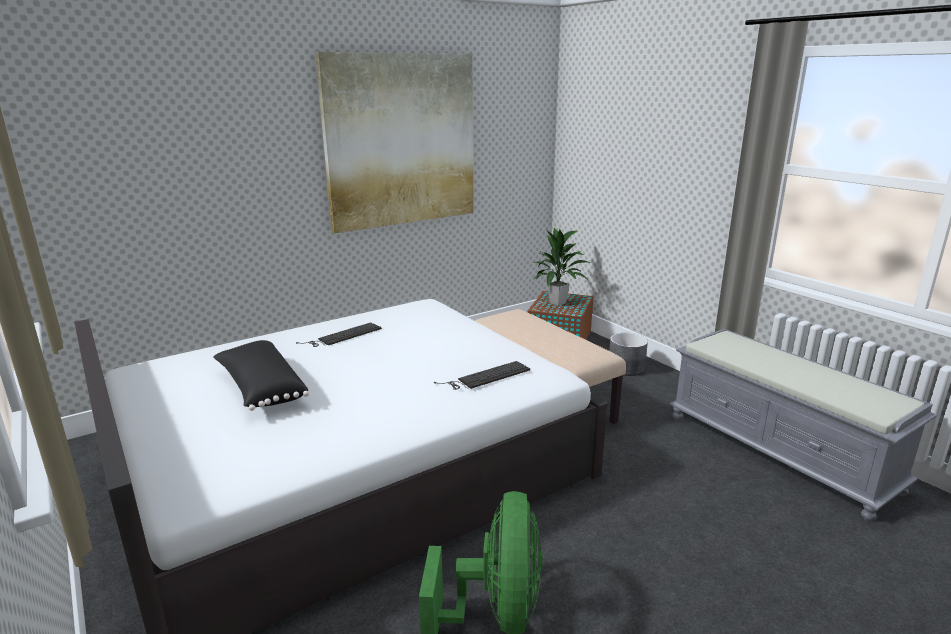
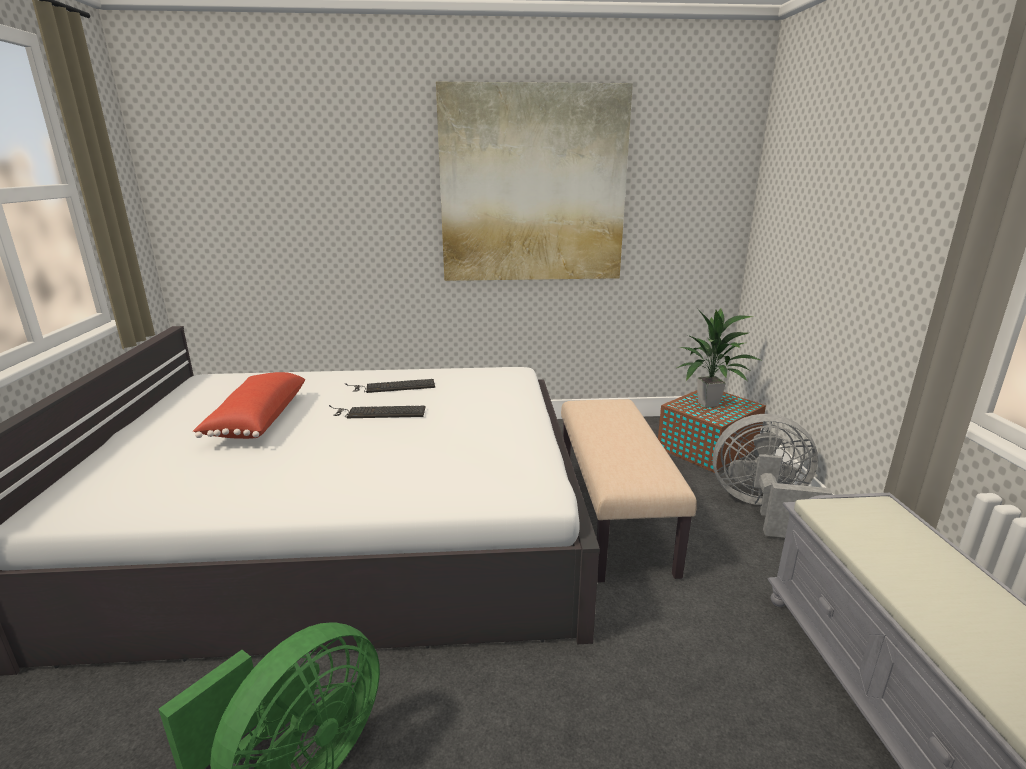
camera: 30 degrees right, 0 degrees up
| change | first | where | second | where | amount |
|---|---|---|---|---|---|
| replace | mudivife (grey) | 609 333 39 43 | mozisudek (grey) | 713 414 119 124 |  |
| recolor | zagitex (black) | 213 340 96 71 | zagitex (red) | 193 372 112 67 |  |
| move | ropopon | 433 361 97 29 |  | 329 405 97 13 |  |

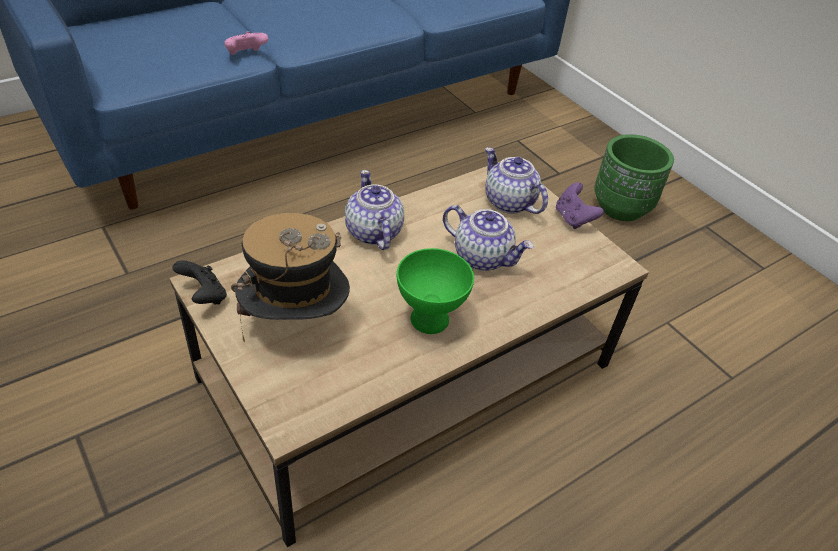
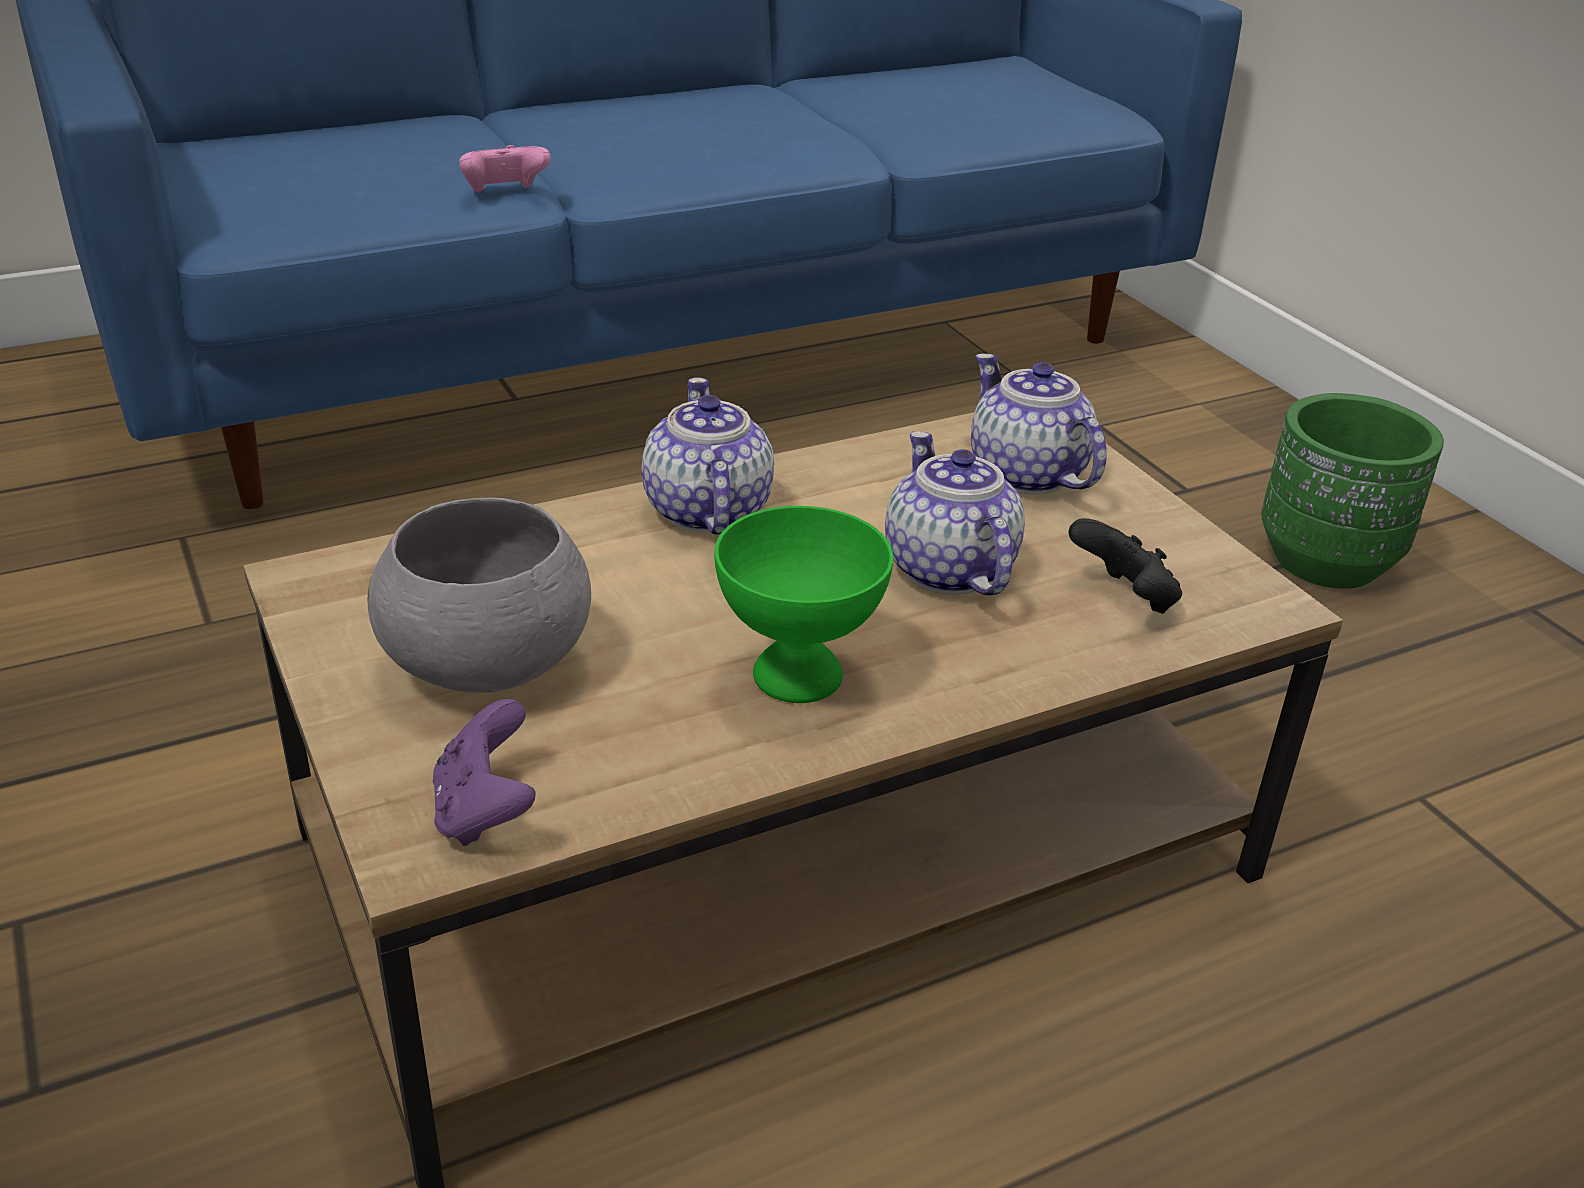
camera: 10 degrees right, 10 degrees down
| change | first | where | second | where | amount |
|---|---|---|---|---|---|
| move | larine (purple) | 556 182 48 47 |  | 433 699 103 147 |  |
| rotate | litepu | 443 205 91 66 |  | 885 431 140 165 | 150 degrees counterclockwise |
| replace | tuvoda | 231 213 119 129 | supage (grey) | 368 498 223 195 |  |
| move | larine (black) | 172 260 55 45 |  | 1069 518 113 96 |  |

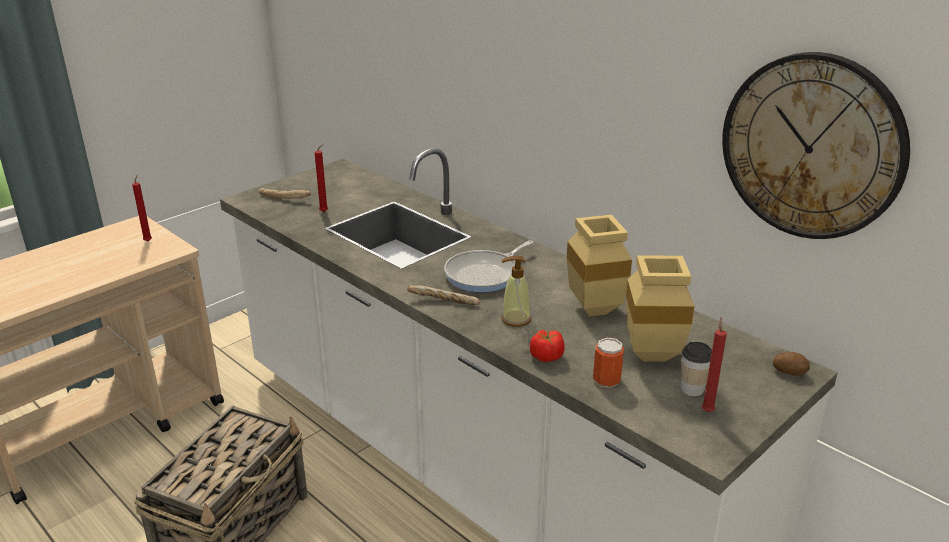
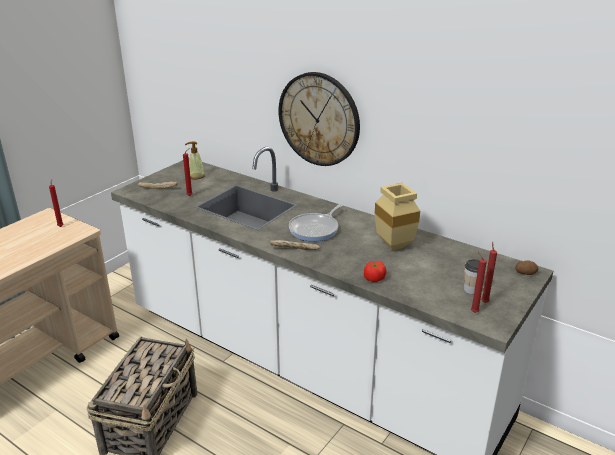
camera: 10 degrees left, 0 degrees up
| change | first | where | second | where | amount |
|---|---|---|---|---|---|
| move | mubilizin | 722 52 188 187 |  | 278 72 82 94 |  |
| delete | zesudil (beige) | 626 255 69 107 |  |  |  |
| move | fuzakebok | 501 256 30 71 |  | 185 141 19 38 |  |
| delete | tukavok | 593 337 31 51 |  |  |  |
| insert |  |  | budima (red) | 471 252 16 61 |  |

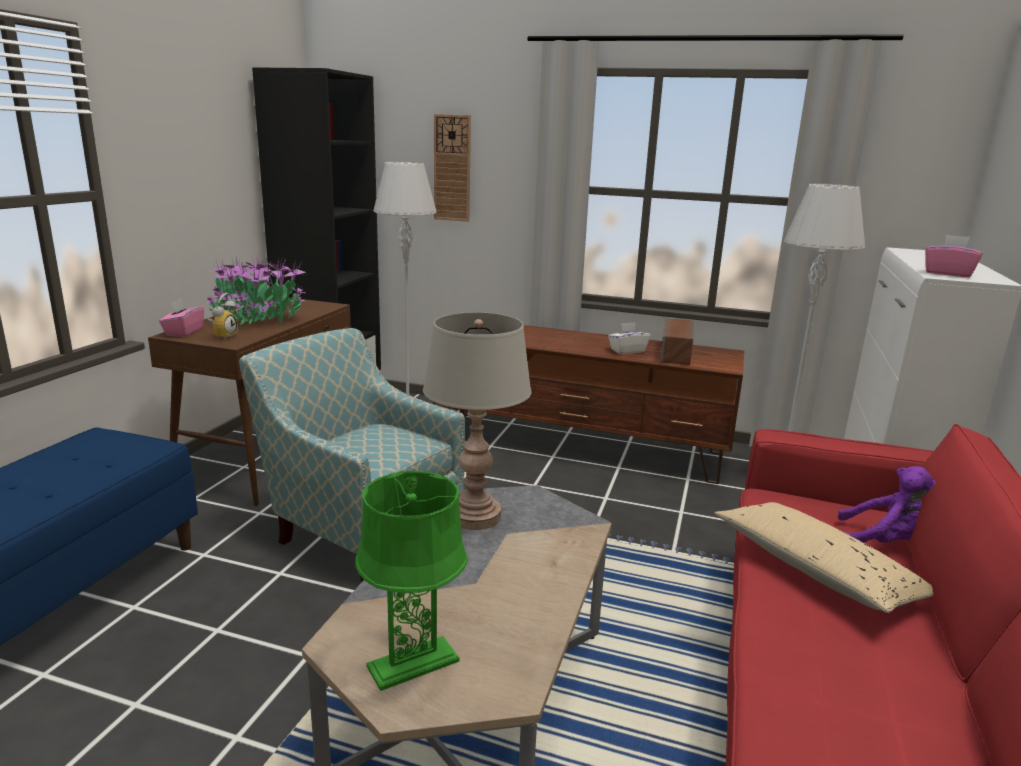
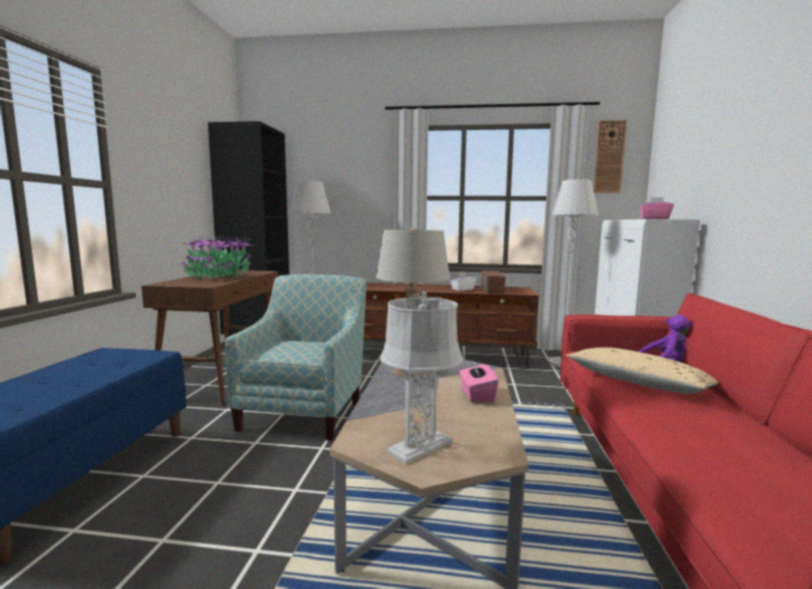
camera: 10 degrees left, 10 degrees down
| change | first | where | second | where | amount |
|---|---|---|---|---|---|
| move | mubilizin | 434 114 37 108 |  | 593 120 34 73 |  |
| delete | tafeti | 207 293 31 47 |  |  |  |
| move | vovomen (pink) | 159 299 45 38 |  | 459 359 40 44 |  |
| rotate | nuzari | 239 328 226 253 |  | 225 274 141 167 | 75 degrees clockwise |
| recolor | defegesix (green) | 355 471 113 220 | defegesix (grey) | 380 291 83 173 |  |

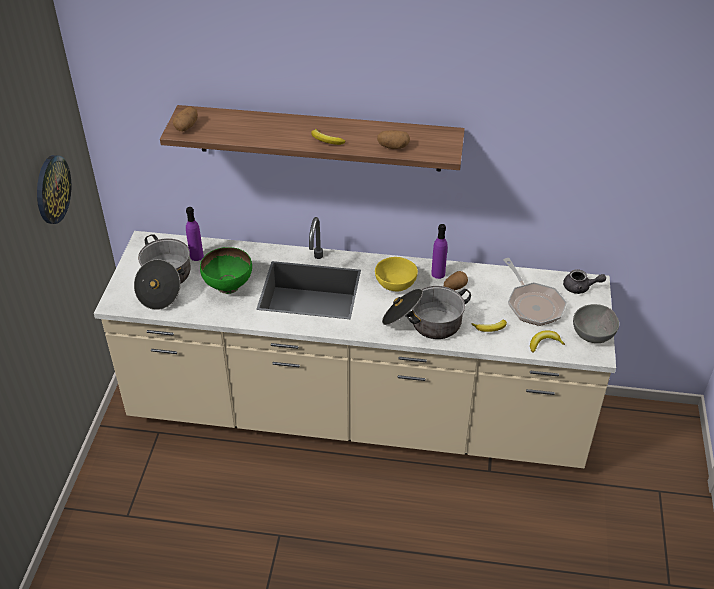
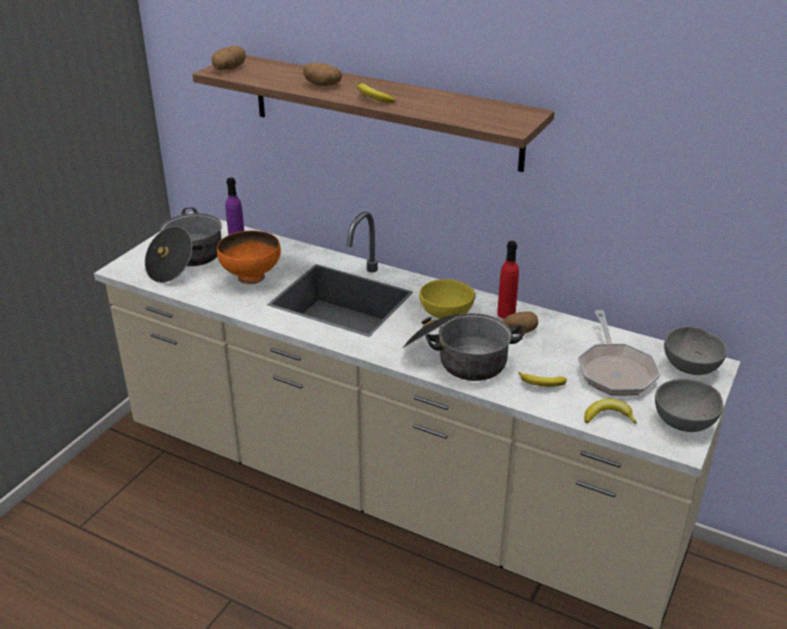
camera: 20 degrees right, 10 degrees down
| change | first | where | second | where | amount |
|---|---|---|---|---|---|
| move | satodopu | 377 130 33 19 |  | 303 63 39 23 |  |
| delete | mubilizin | 37 155 34 69 |  |  |  |
| recolor | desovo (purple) | 431 224 17 55 | desovo (red) | 497 241 22 78 |  |
| recolor | supage (green) | 200 247 52 47 | supage (orange) | 217 230 64 54 |  |
| replace | litepu (grey) | 563 269 43 25 | supage (grey) | 664 326 63 49 |  |

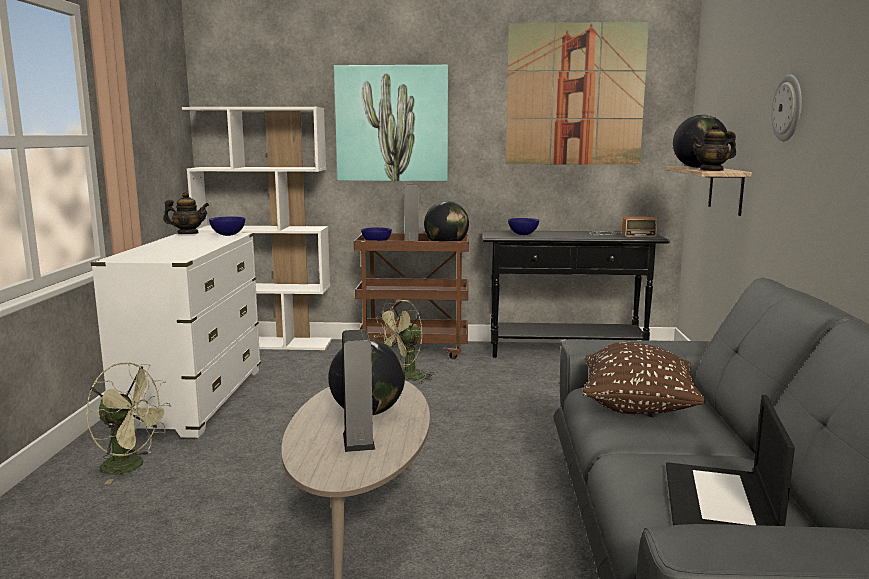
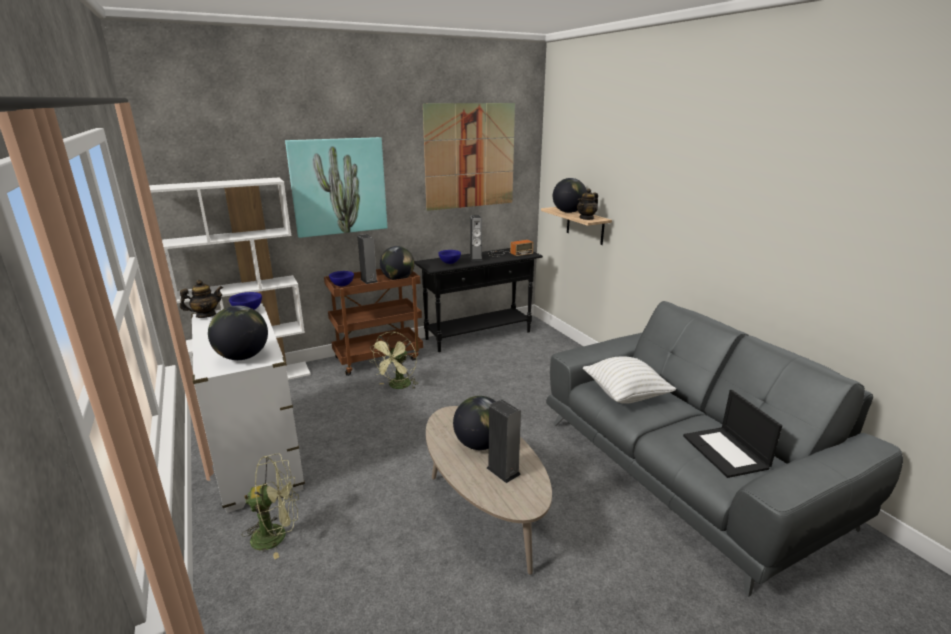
camera: 30 degrees left, 10 degrees up
| change | first | where | second | where | amount |
|---|---|---|---|---|---|
| delete | mubilizin | 771 74 31 67 |  |  |  |
| recolor | zagitex (brown) | 583 342 123 72 | zagitex (white) | 583 357 93 47 |  |
| insert |  |  | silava | 470 215 13 46 |  |
| insert |  |  | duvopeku | 208 305 60 55 |  |

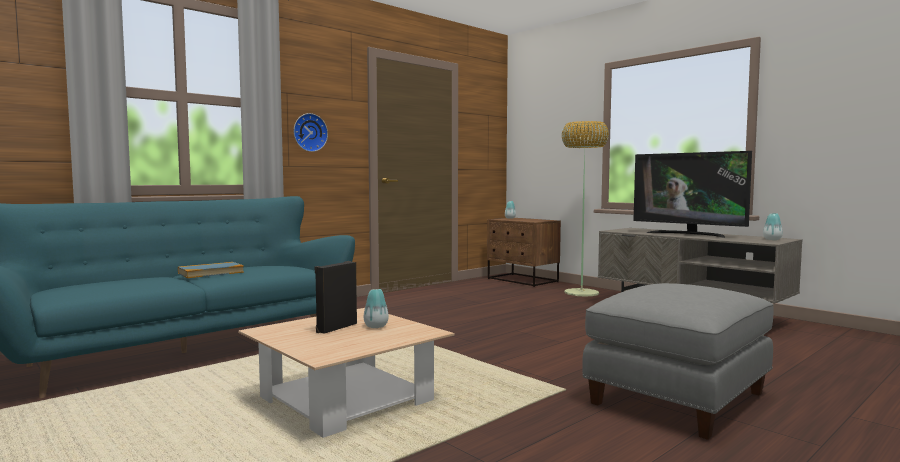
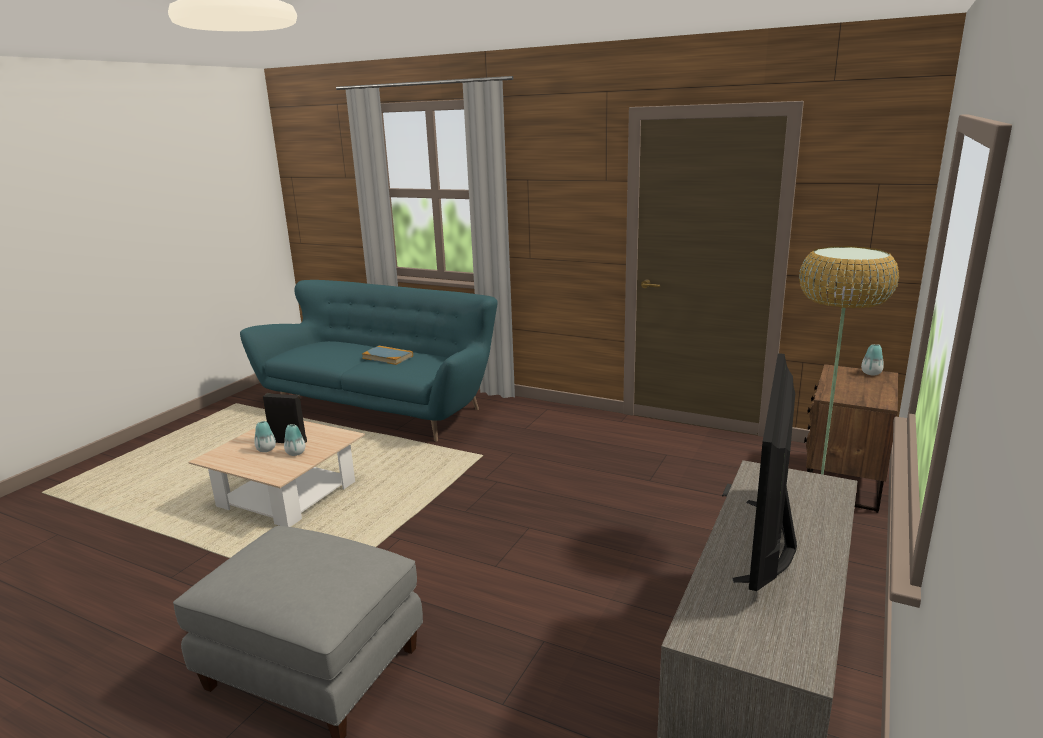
camera: 70 degrees right, 15 degrees up
| change | first | where | second | where | amount |
|---|---|---|---|---|---|
| delete | mubilizin | 293 113 35 39 |  |  |  |
| move | zesudil | 763 213 20 27 |  | 254 421 22 31 |  |

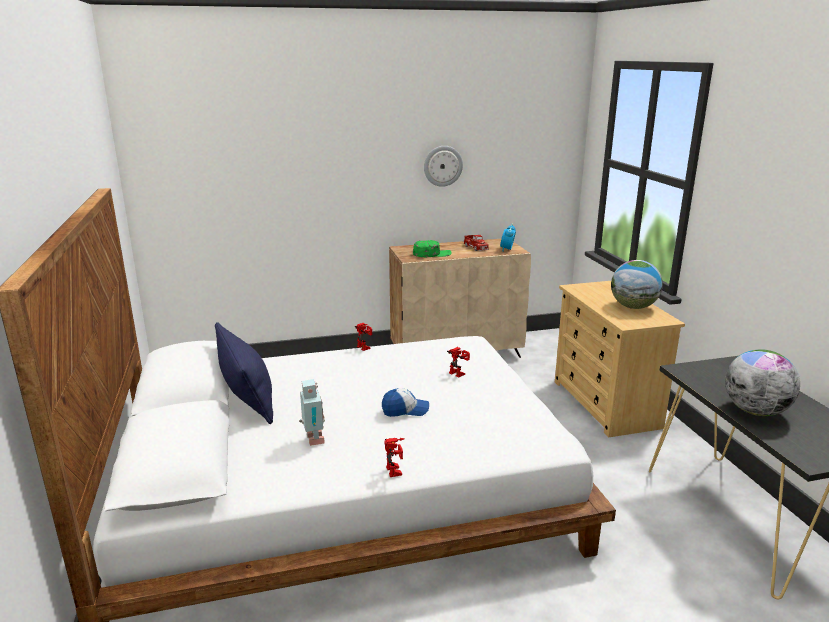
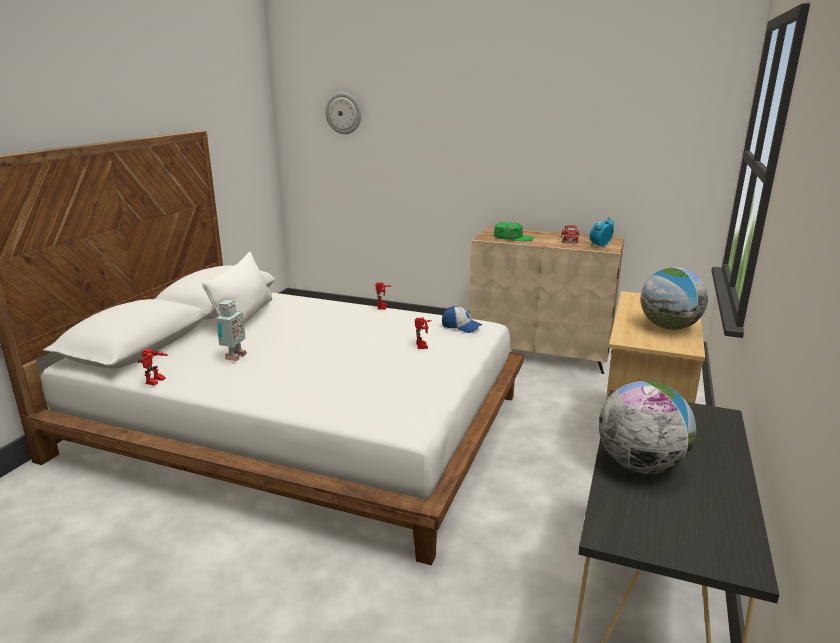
camera: 35 degrees right, 0 degrees up
| change | first | where | second | where | amount |
|---|---|---|---|---|---|
| move | mubilizin | 424 146 39 41 |  | 325 92 36 42 |  |
| recolor | zagitex (blue) | 215 322 58 102 | zagitex (white) | 202 252 70 72 |  |
| move | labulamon | 382 388 47 29 |  | 442 306 40 27 |  |
| move | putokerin | 384 438 21 39 |  | 138 349 30 37 |  |

